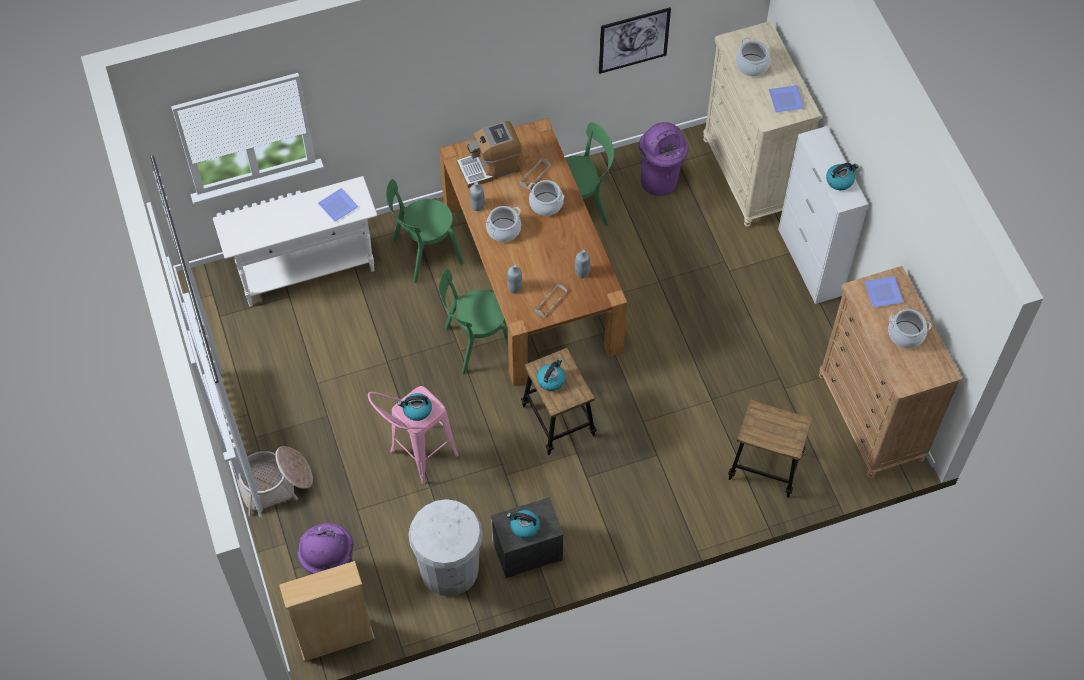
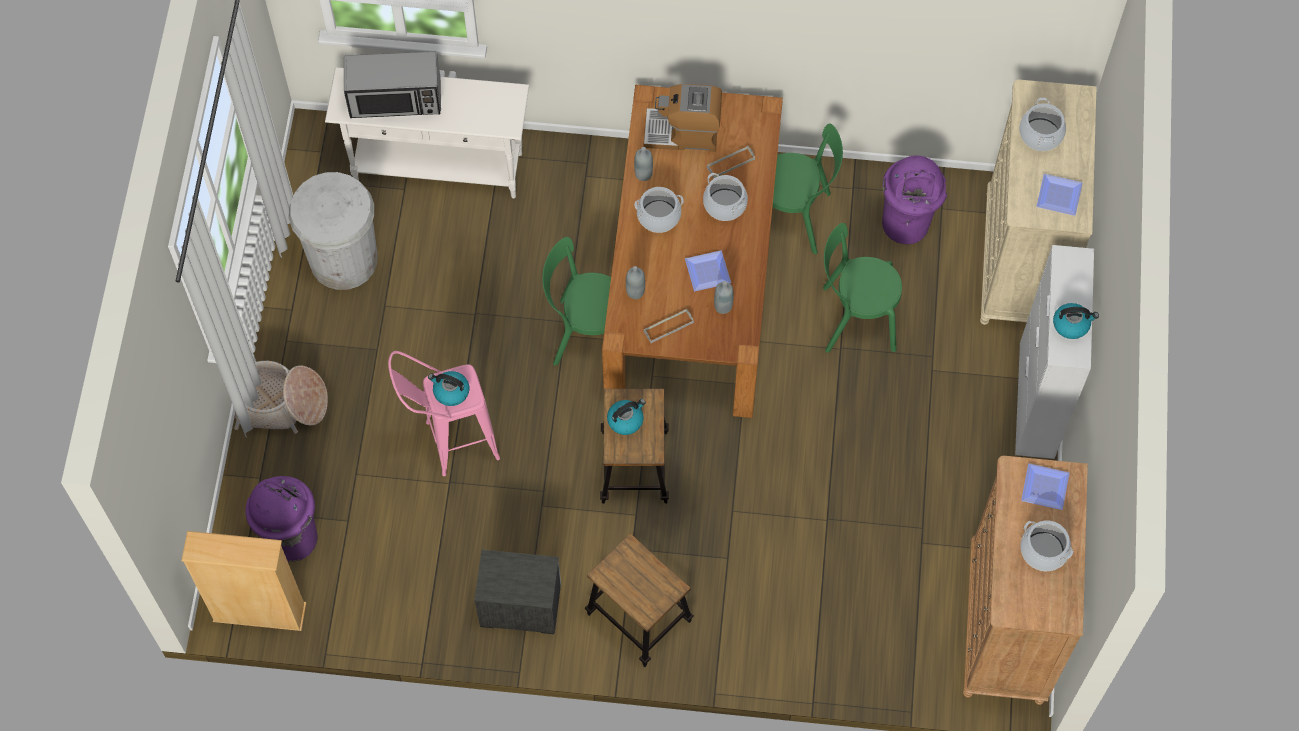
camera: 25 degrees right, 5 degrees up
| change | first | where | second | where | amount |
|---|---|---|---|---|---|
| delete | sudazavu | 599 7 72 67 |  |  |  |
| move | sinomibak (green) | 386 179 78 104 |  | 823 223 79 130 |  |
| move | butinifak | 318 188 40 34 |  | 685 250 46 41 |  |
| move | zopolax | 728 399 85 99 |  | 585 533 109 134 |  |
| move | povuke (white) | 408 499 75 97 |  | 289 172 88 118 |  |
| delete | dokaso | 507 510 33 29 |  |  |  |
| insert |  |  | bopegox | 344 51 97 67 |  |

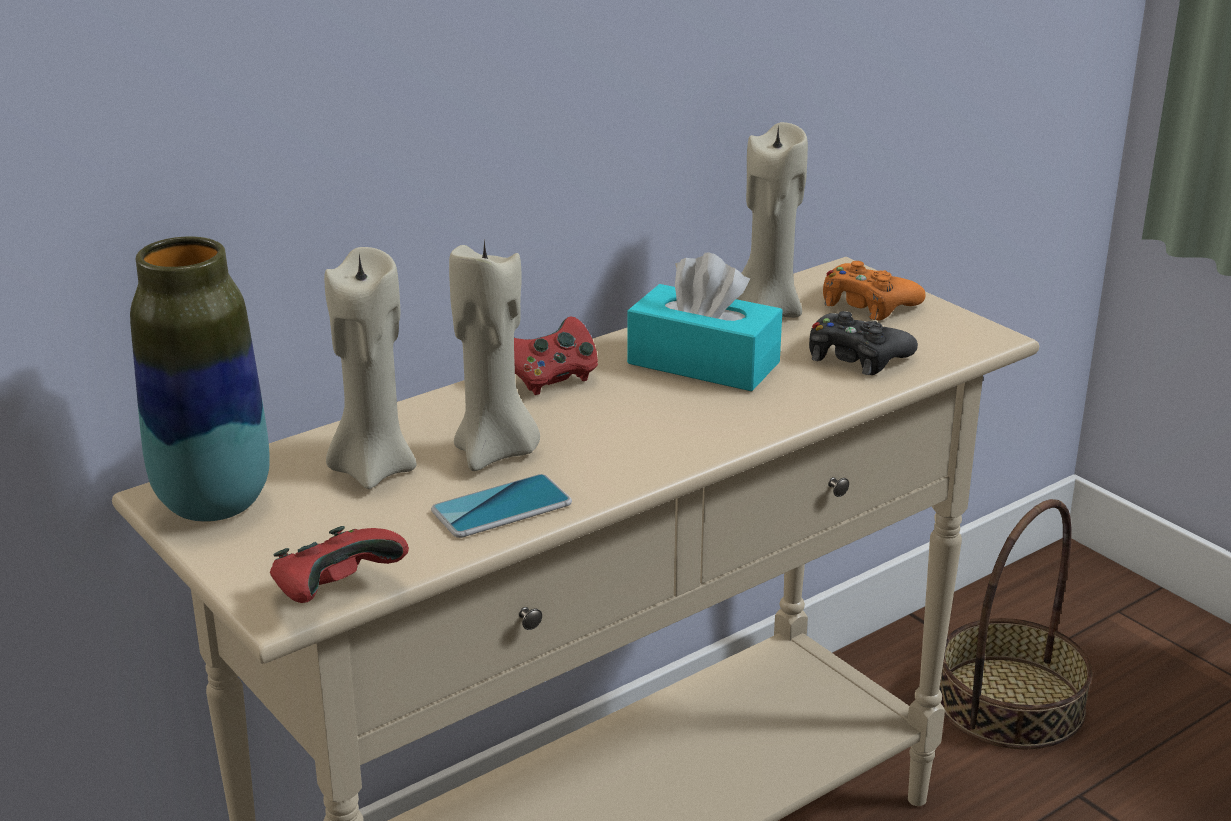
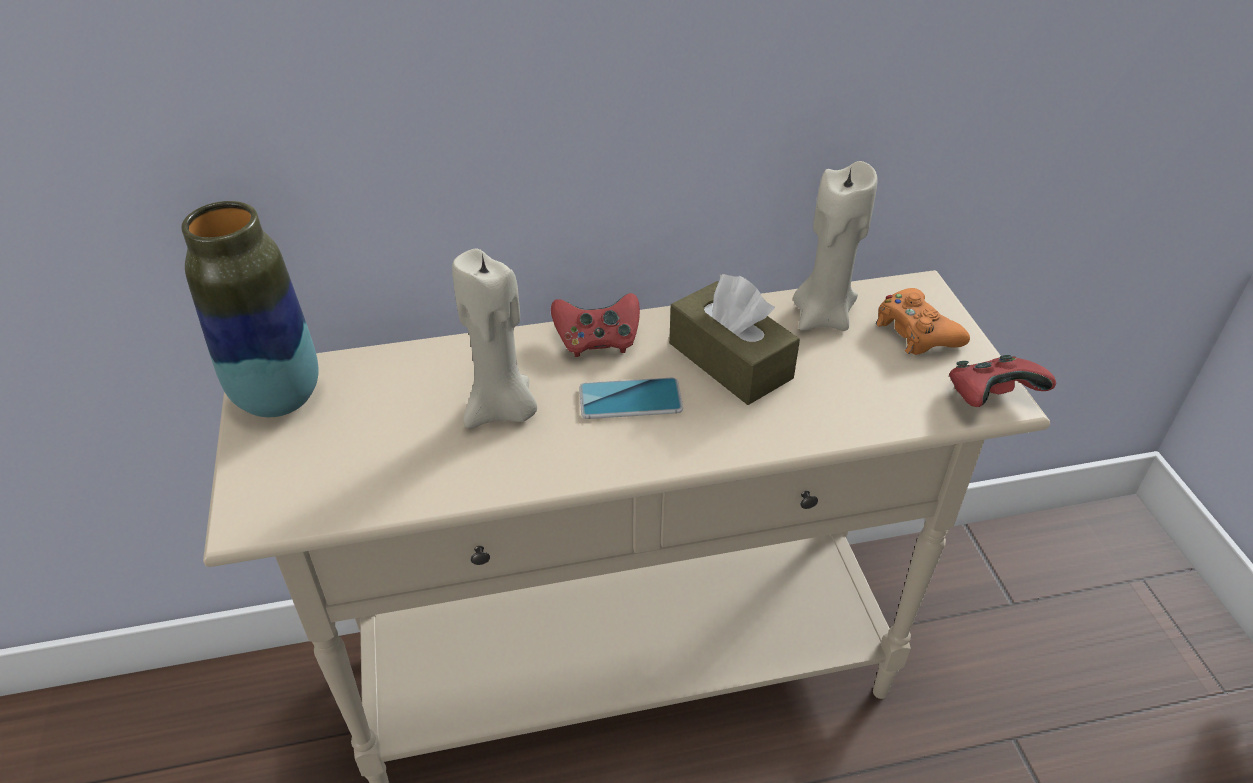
camera: 25 degrees right, 15 degrees up
| change | first | where | second | where | amount |
|---|---|---|---|---|---|
| delete | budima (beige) | 324 247 92 242 |  |  |  |
| recolor | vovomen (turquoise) | 627 253 156 138 | vovomen (brown) | 669 274 131 131 |  |
| delete | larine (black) | 809 311 109 64 |  |  |  |
| move | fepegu | 431 474 141 64 |  | 579 377 104 42 |  |
| delete | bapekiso | 939 499 154 251 |  |  |  |
| move | larine (red) | 270 526 139 77 |  | 949 355 107 52 |  |

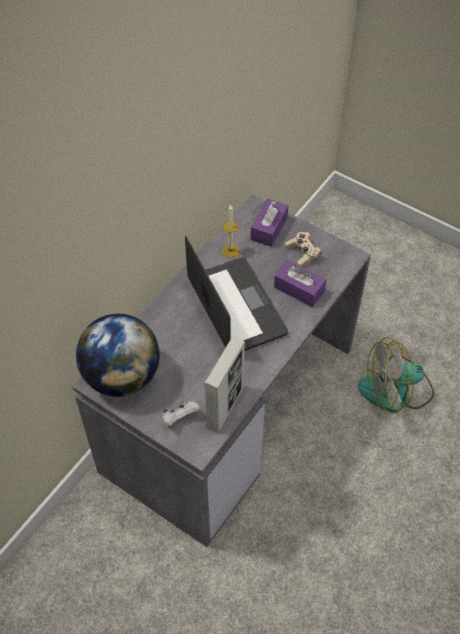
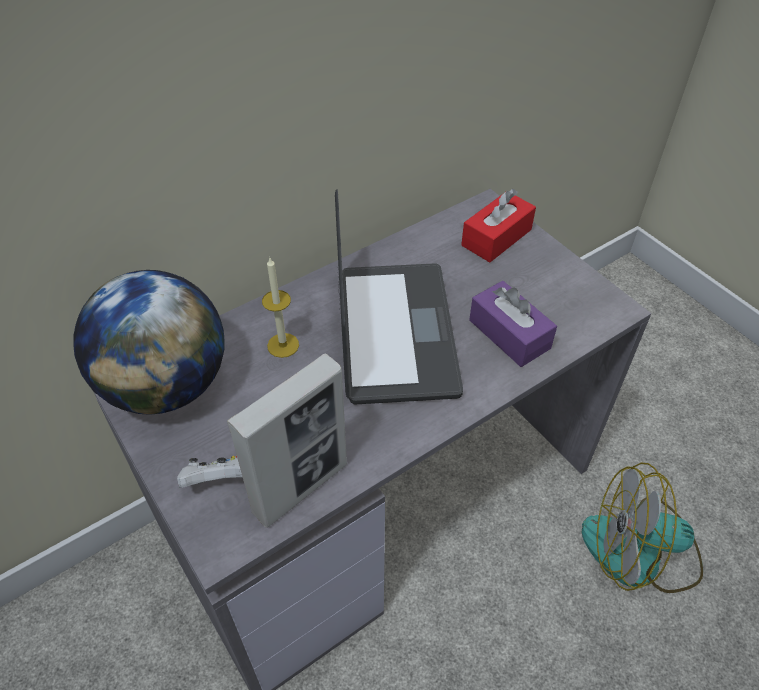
camera: 20 degrees right, 5 degrees down
| change | first | where | second | where | amount |
|---|---|---|---|---|---|
| recolor | vovomen (purple) | 250 199 38 48 | vovomen (red) | 461 189 75 73 |  |
| move | budima | 222 205 17 52 |  | 262 258 37 100 |  |
| delete | larine (beige) | 285 232 37 35 |  |  |  |

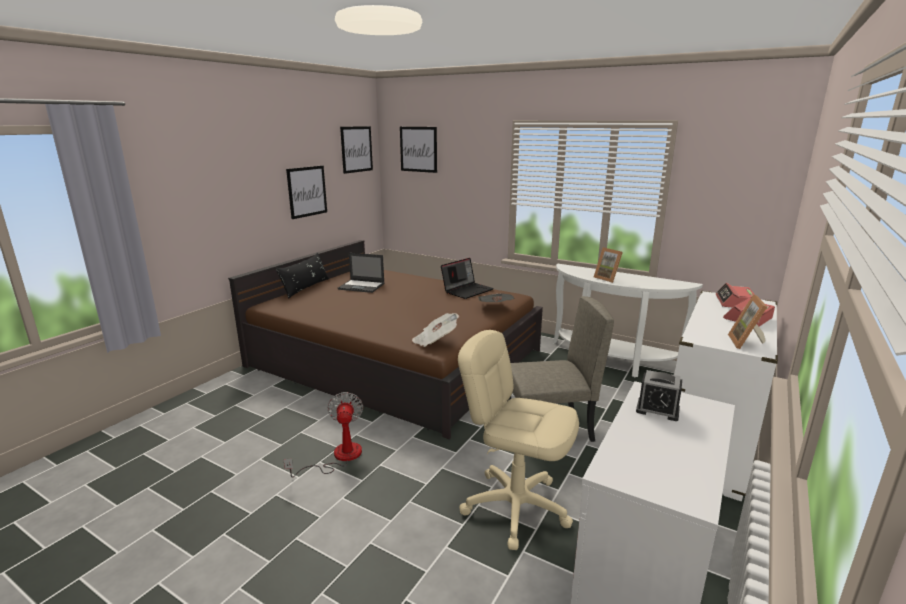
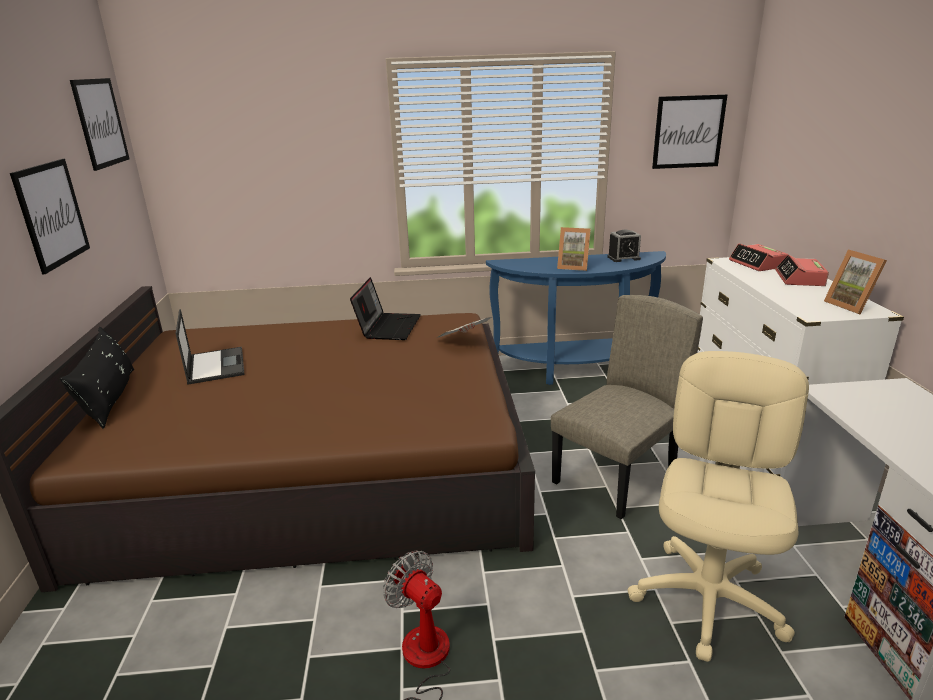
camera: 35 degrees left, 5 degrees up
| change | first | where | second | where | amount |
|---|---|---|---|---|---|
| move | sudazavu | 400 127 37 46 |  | 652 94 75 75 |  |
| rotate | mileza | 338 253 47 40 |  | 175 309 70 76 | 90 degrees counterclockwise |
| recolor | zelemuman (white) | 553 263 150 114 | zelemuman (blue) | 486 251 180 134 |  |
| delete | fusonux | 412 313 47 34 |  |  |  |
| rotate | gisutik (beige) | 458 330 121 220 |  | 628 351 181 311 | 120 degrees clockwise |
| move | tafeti | 636 370 46 51 |  | 607 230 34 32 |  |

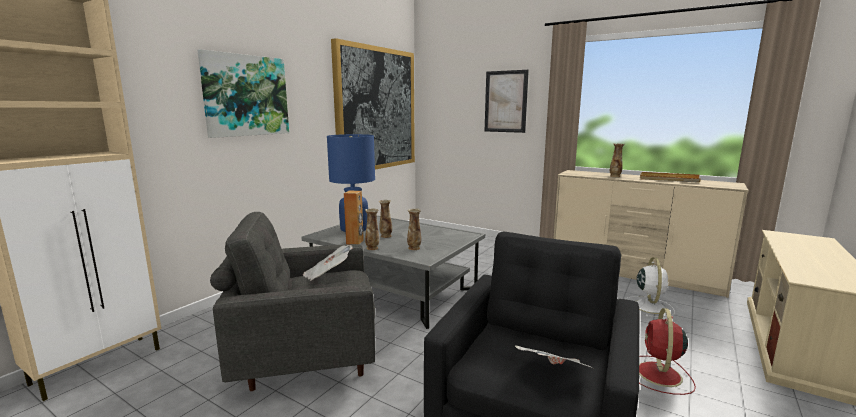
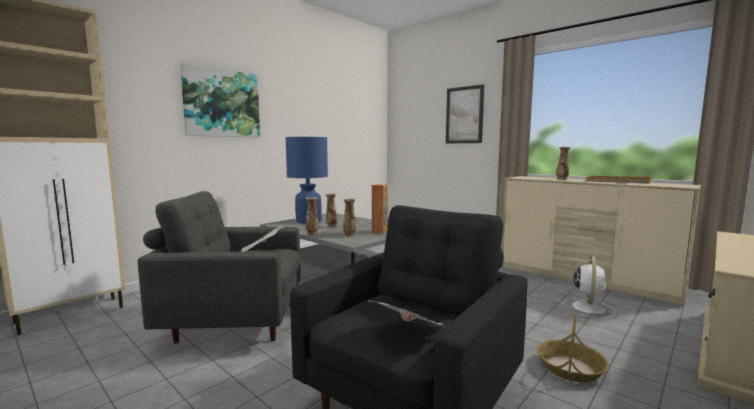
camera: 10 degrees right, 5 degrees down
| change | first | where | second | where | amount |
|---|---|---|---|---|---|
| delete | sudazavu | 331 38 84 132 |  |  |  |
| move | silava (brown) | 344 191 20 53 |  | 372 184 16 50 |  |
| replace | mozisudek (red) | 639 308 57 87 | bapekiso | 537 314 72 68 |  |

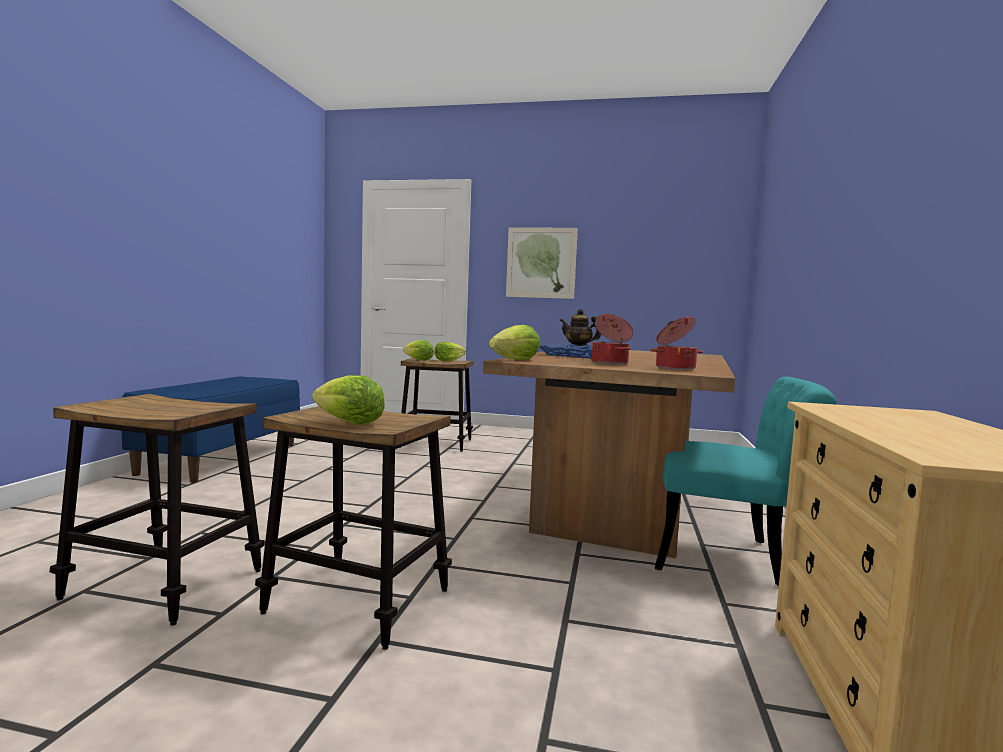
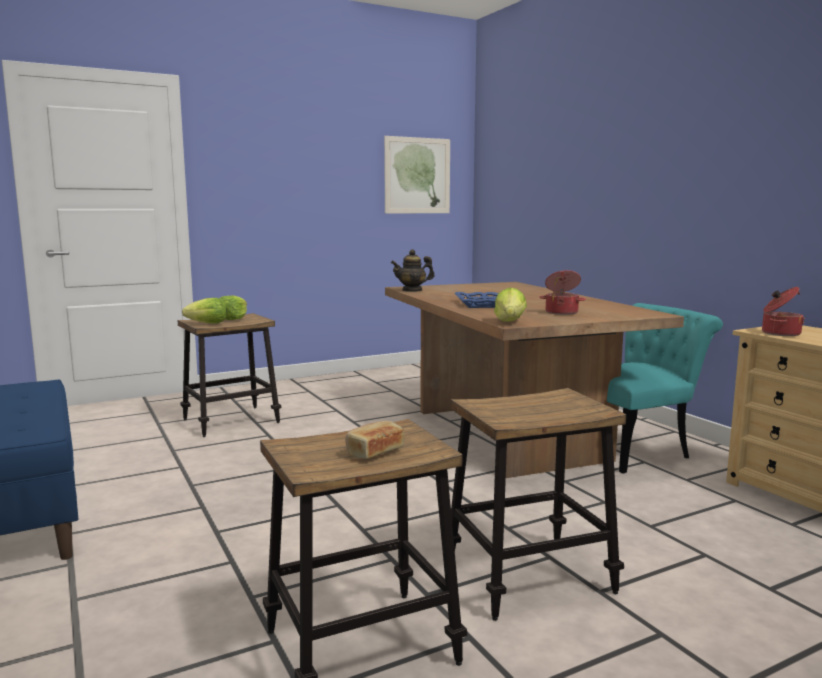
camera: 40 degrees left, 5 degrees up
| change | first | where | second | where | amount |
|---|---|---|---|---|---|
| move | sudazavu | 506 227 72 72 |  | 384 136 66 78 |  |
| move | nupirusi | 650 317 53 53 |  | 762 287 43 49 |  |
| delete | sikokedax | 312 375 73 50 |  |  |  |
| insert |  |  | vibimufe | 345 421 59 38 |  |

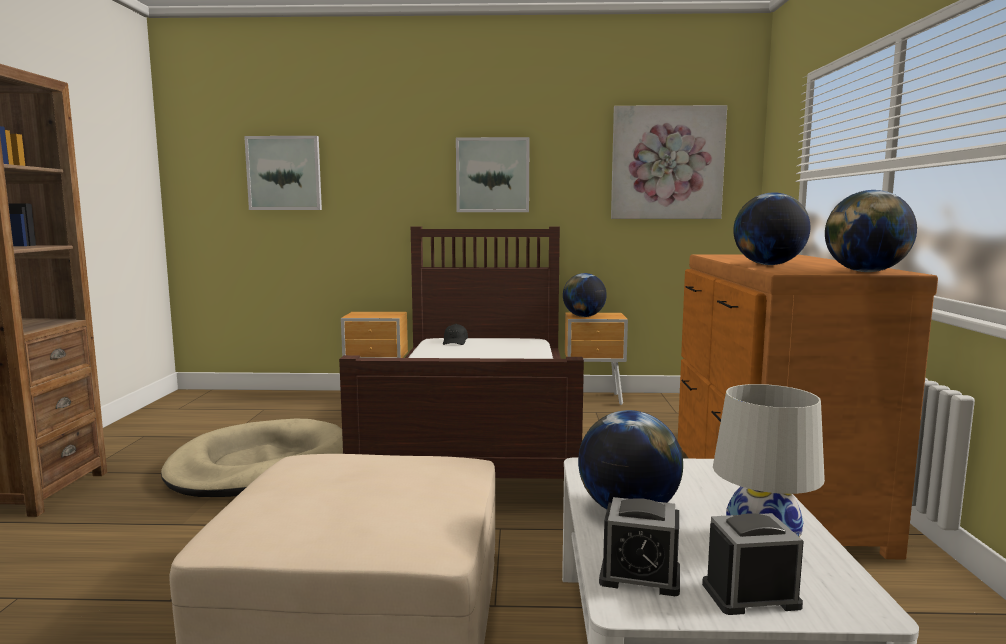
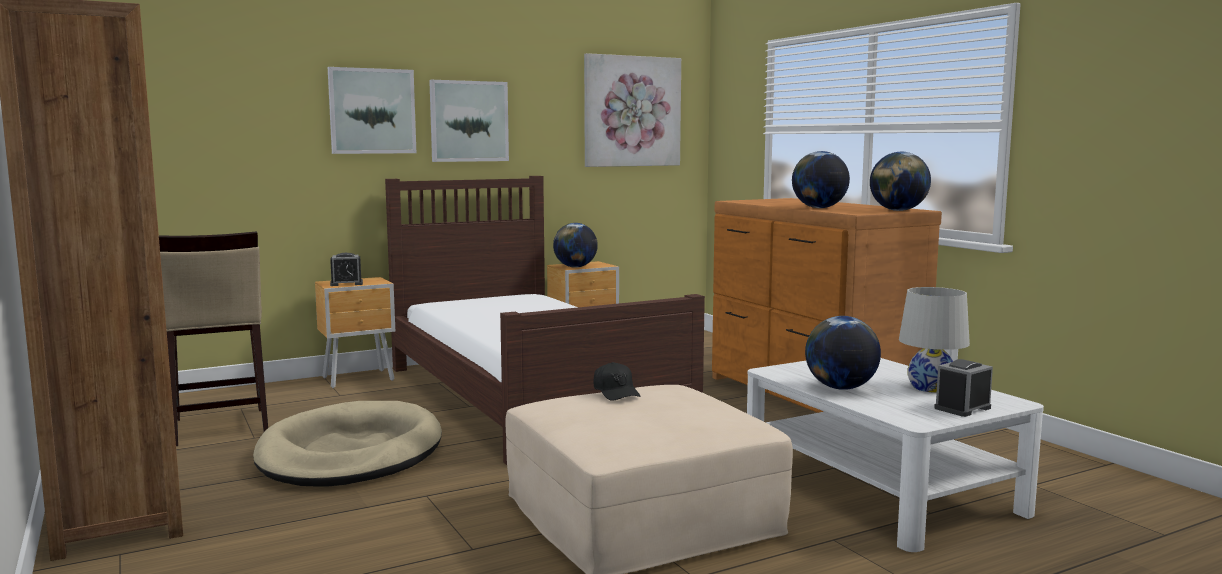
camera: 30 degrees left, 0 degrees up
| change | first | where | second | where | amount |
|---|---|---|---|---|---|
| move | sudazavu | 244 136 78 74 |  | 328 67 88 87 |  |
| move | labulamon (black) | 443 324 25 21 |  | 593 362 48 39 |  |
| move | tafeti | 599 497 81 99 |  | 330 253 33 33 |  |
| insert |  |  | zopolax (beige) | 159 231 109 215 |  |

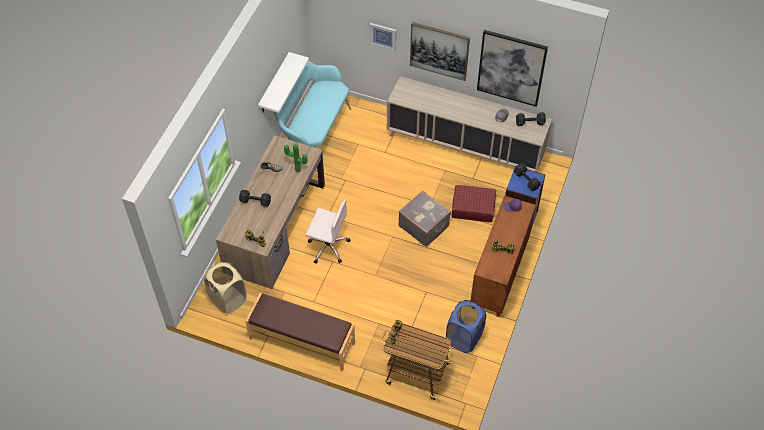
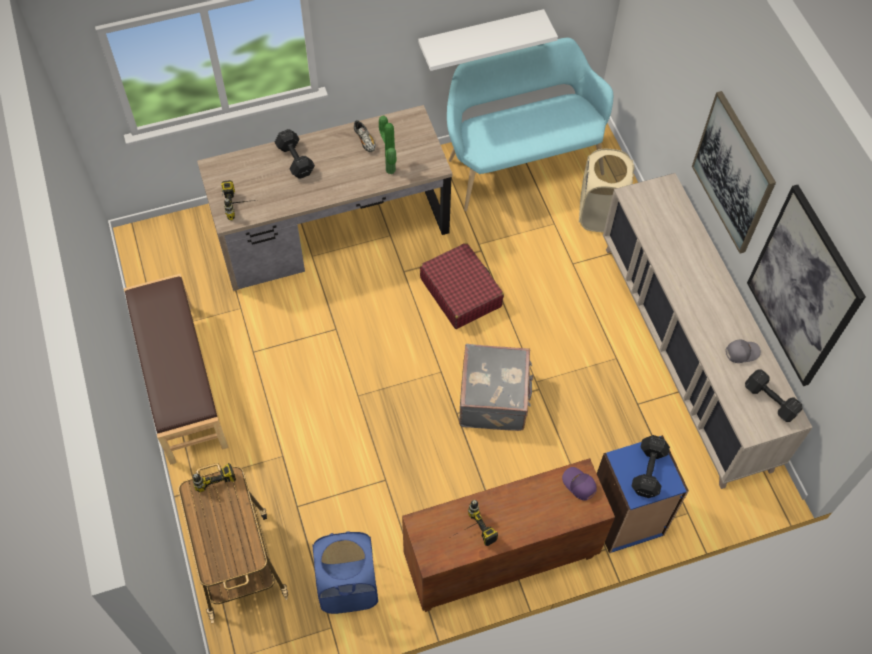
camera: 50 degrees right, 5 degrees up
| change | first | where | second | where | amount |
|---|---|---|---|---|---|
| delete | sudazavu | 369 23 27 28 |  |  |  |
| move | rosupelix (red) | 451 185 45 37 |  | 420 243 84 86 |  |
| delete | gisutik (white) | 305 200 45 64 |  |  |  |
| move | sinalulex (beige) | 204 262 43 52 |  | 579 149 56 84 |  |

